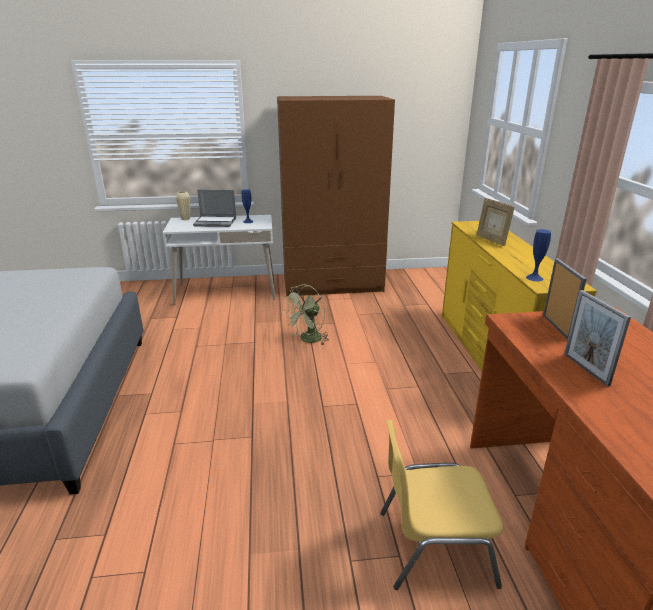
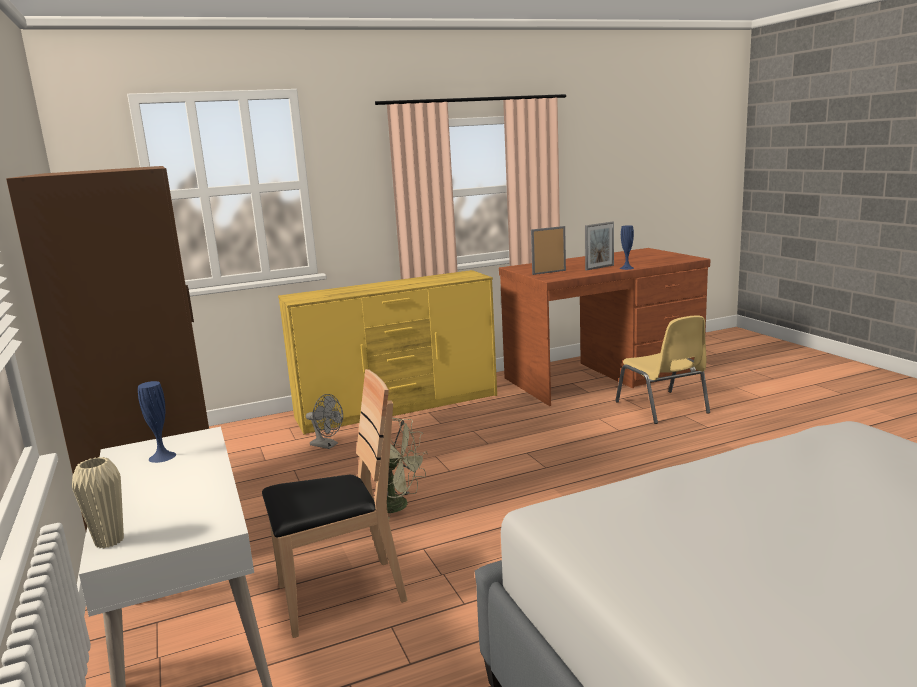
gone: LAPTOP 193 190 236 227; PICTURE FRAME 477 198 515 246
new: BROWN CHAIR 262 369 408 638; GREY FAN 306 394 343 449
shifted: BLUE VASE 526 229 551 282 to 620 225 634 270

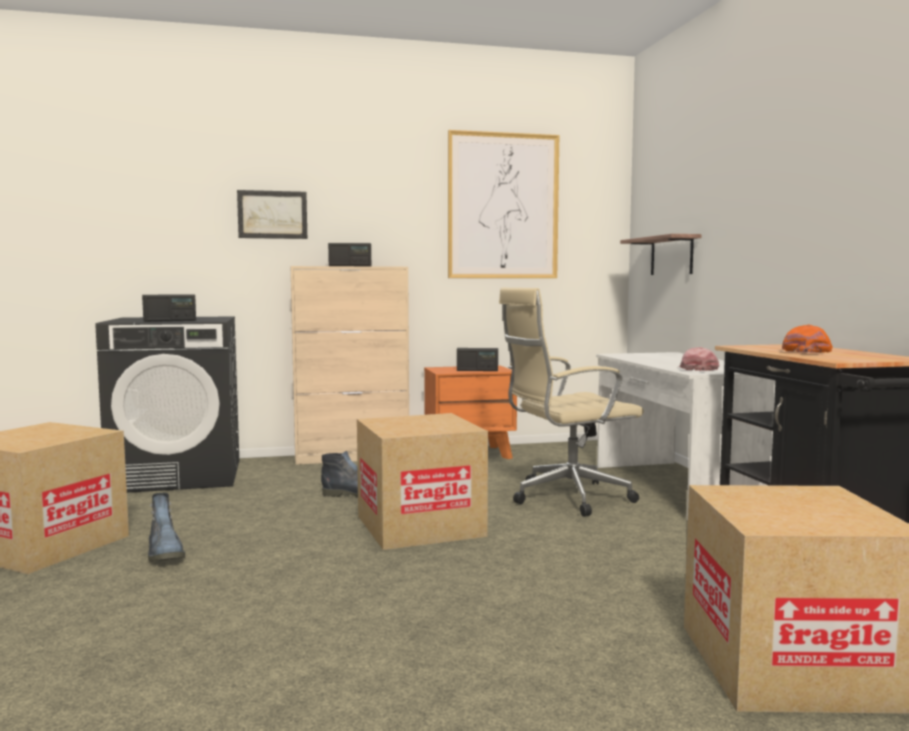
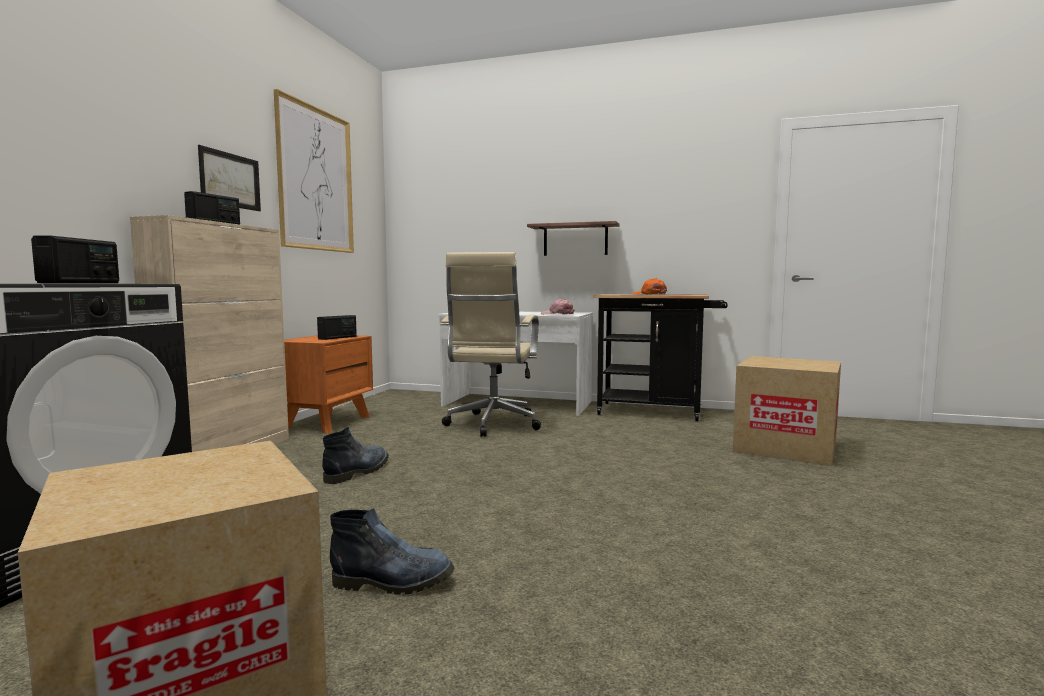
gone: CARDBOARD BOX 357 413 488 550
shifted: PICTURE 237 190 307 239 to 198 145 261 211; SHELF 620 234 702 275 to 527 221 619 256

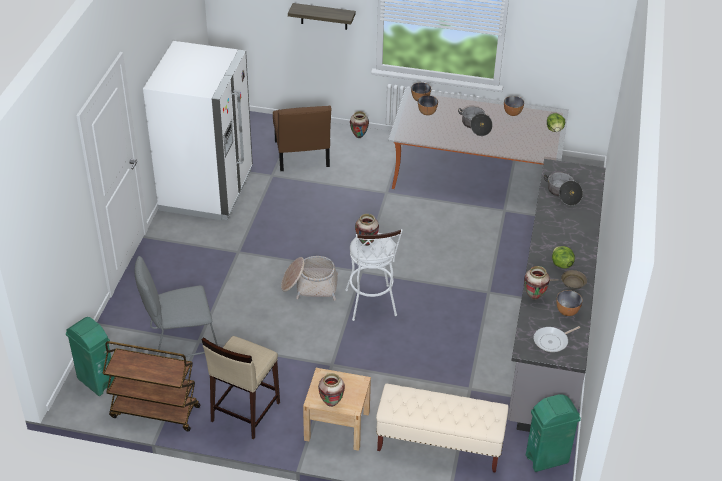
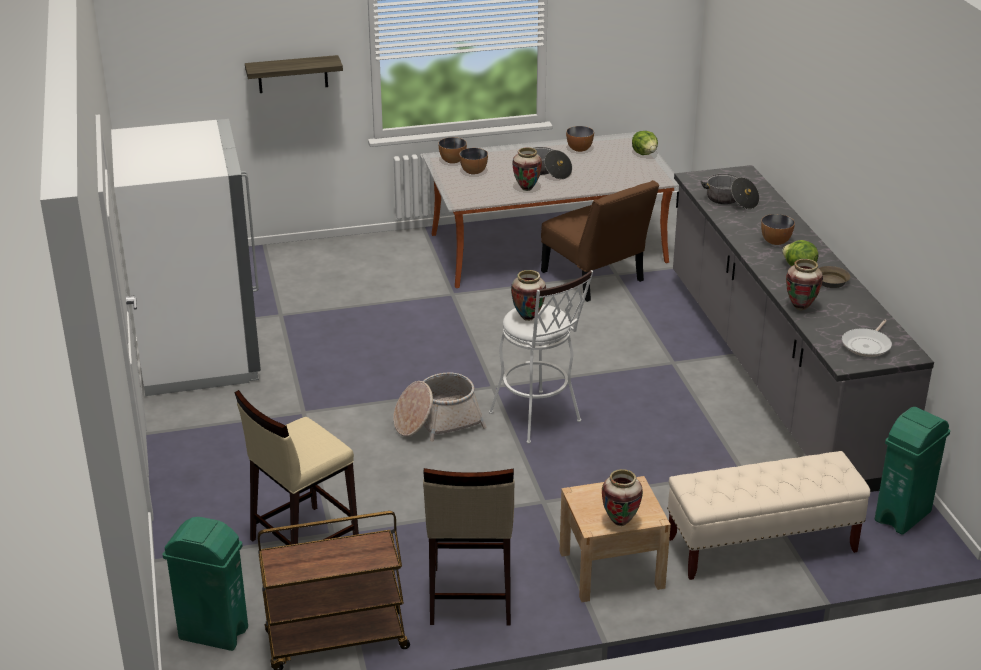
shifted: BROWN CHAIR 273 105 331 171 to 541 180 659 302; VASE 350 111 369 138 to 512 147 542 191; BOWL 557 290 583 316 to 761 214 795 245
swapped: GREY CHAIR 134 256 218 359 to BEIGE STOOL 234 390 359 545

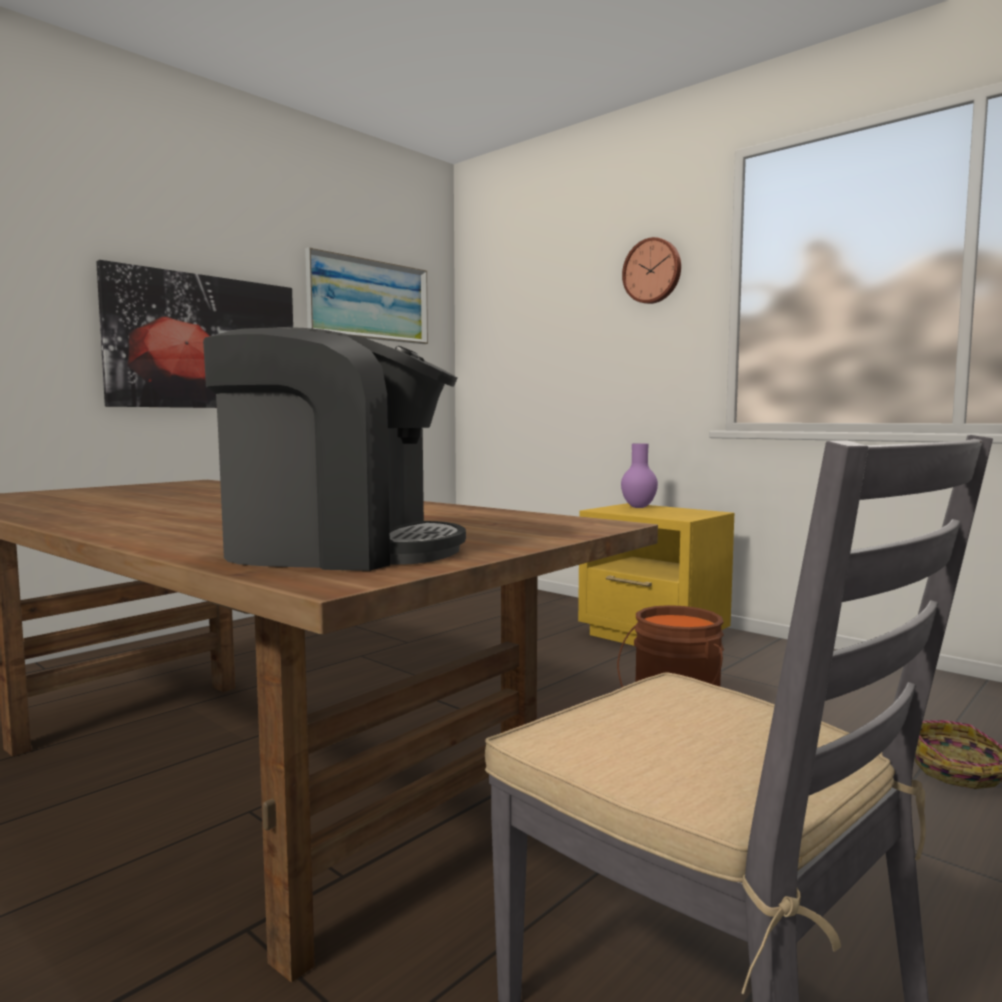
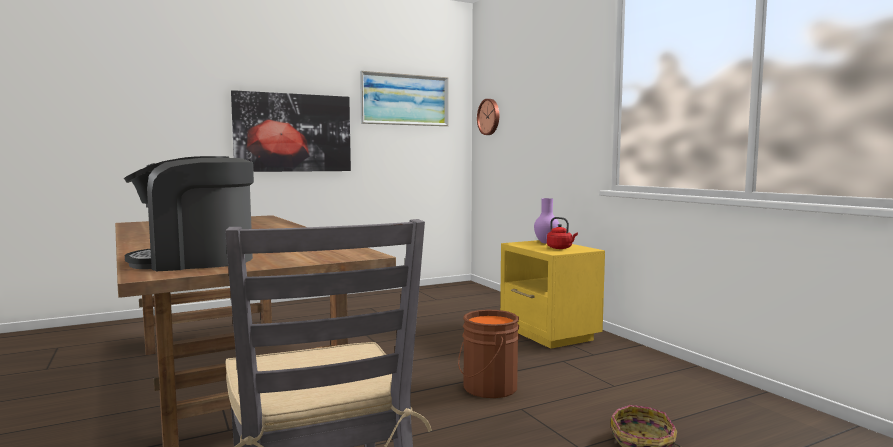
new: RED KETTLE 547 217 578 249
shifted: WALL CLOCK 622 237 681 304 to 477 99 499 135
rotated: COFFEE MACHINE 203 327 466 571 = 124 156 254 272 135 degrees clockwise

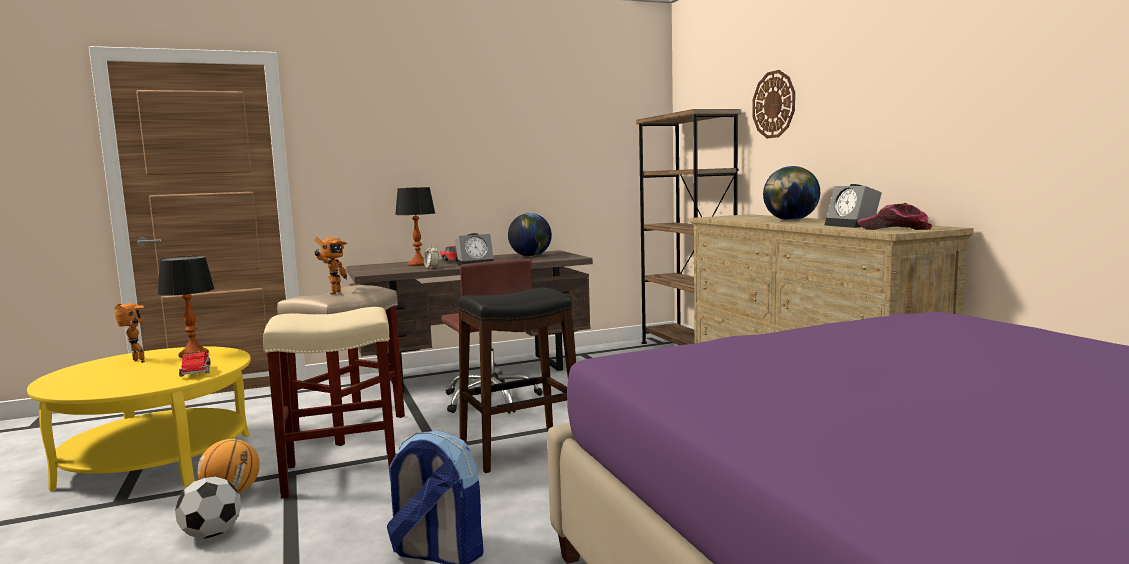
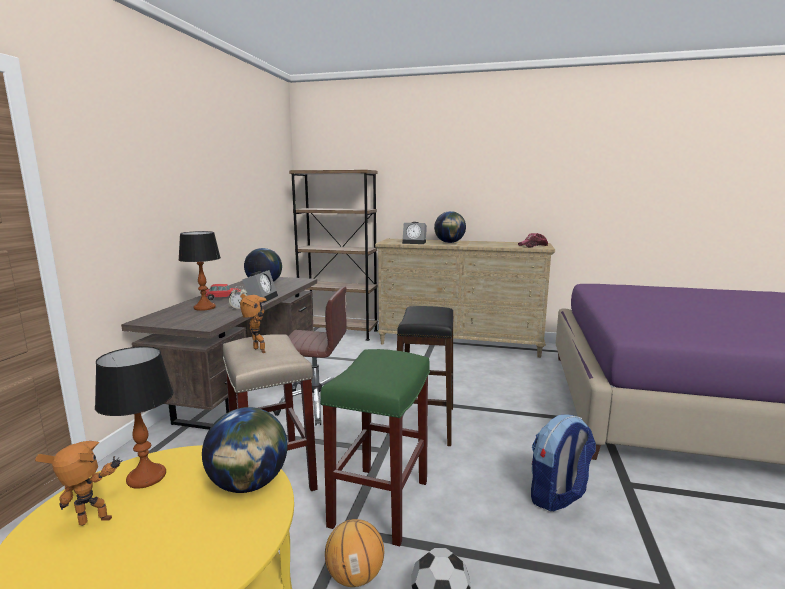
gone: WALL CLOCK 752 70 795 138
shifted: ALARM CLOCK 825 184 882 228 to 402 222 427 244
swapped: TOY TRUCK 179 350 211 377 to GLOBE 202 407 287 493
repainted: BEIGE STOOL 263 307 396 498 to GREEN STOOL 320 349 430 546

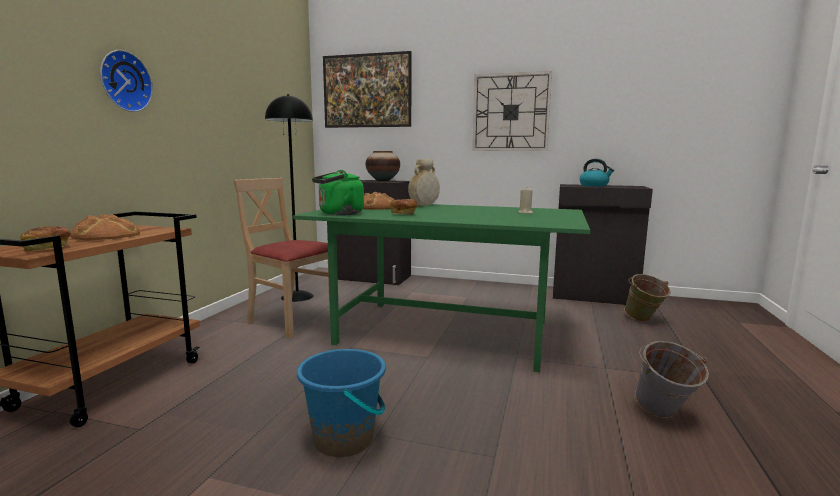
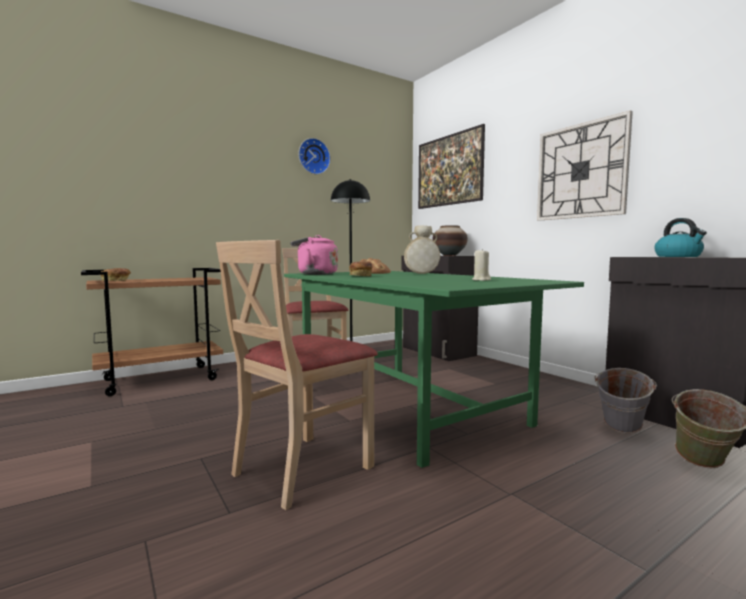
gone: BREAD 70 214 140 240; BLUE BUCKET 297 349 386 457
new: BEIGE CHAIR 216 240 378 510
shifted: WALL CLOCK 100 50 153 112 to 298 138 331 174; GREY BUCKET 635 341 709 418 to 595 368 657 433
repainted: GREEN KETTLE 312 170 364 215 to PINK KETTLE 290 235 338 275

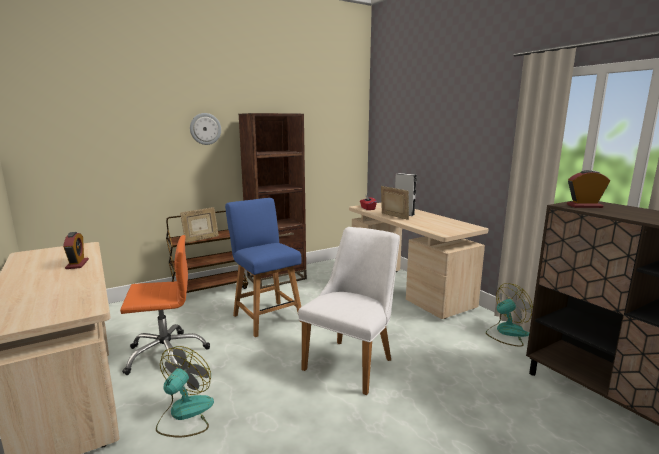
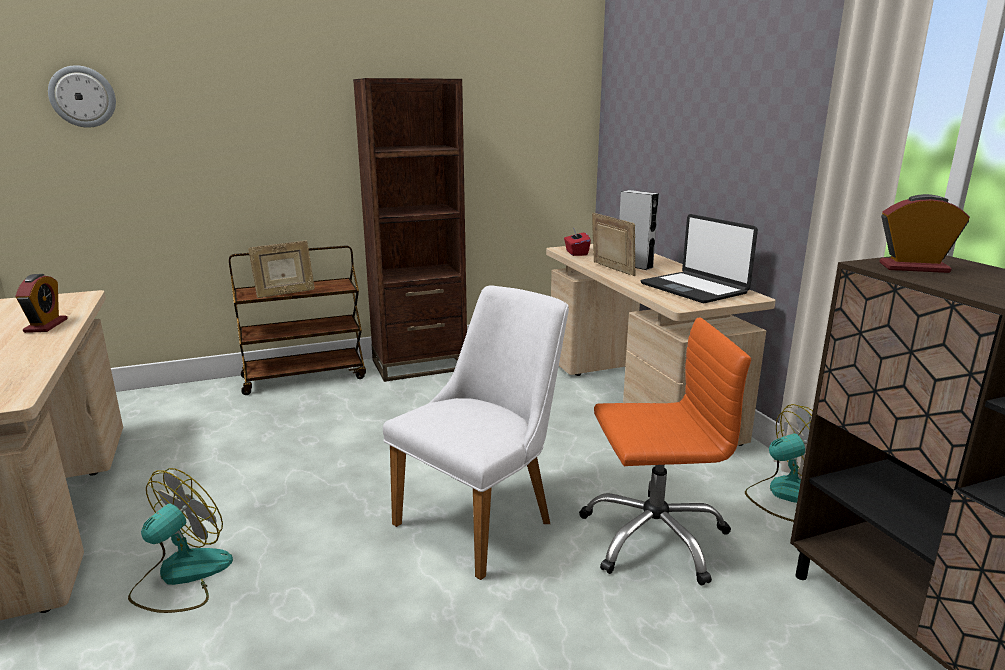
gone: BLUE CHAIR 225 198 302 337
new: LAPTOP 640 214 758 304
shifted: WALL CLOCK 190 113 221 145 to 48 65 116 128; ORANGE OFFICE CHAIR 120 235 210 375 to 579 318 751 585

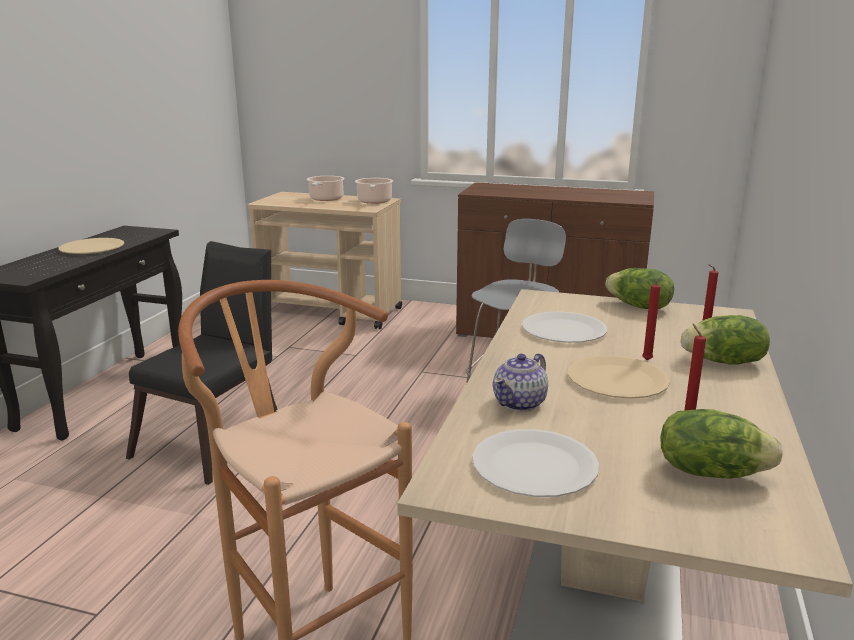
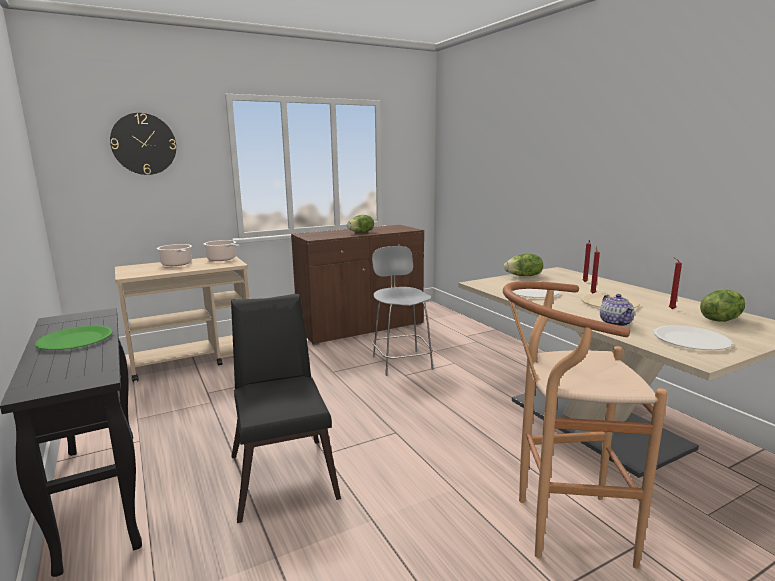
new: WALL CLOCK 110 113 176 175
shifted: LETTUCE 681 315 770 365 to 347 215 374 233
repainted: BEIGE PLATE 59 238 124 254 to GREEN PLATE 35 326 113 350

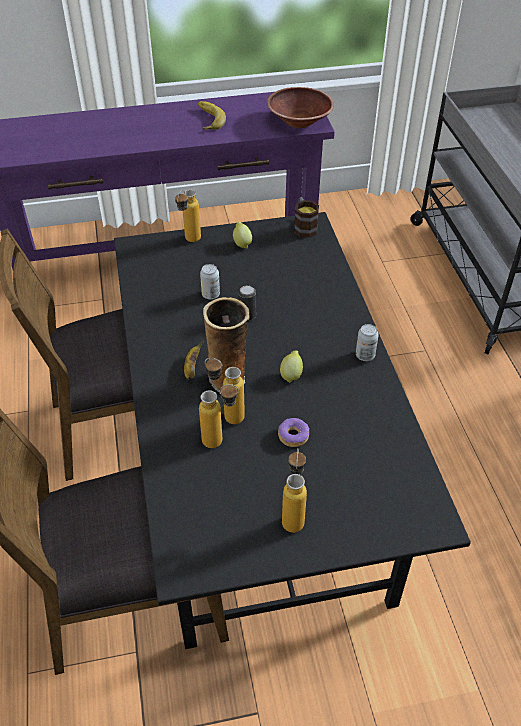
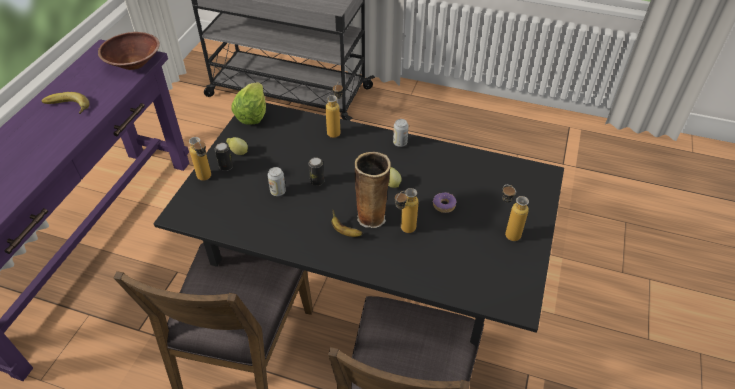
new: CAN 215 143 233 171
shifted: BOTTLE 199 384 239 448 to 325 82 343 138
swapped: MUG 294 197 319 238 to LETTUCE 231 82 266 125

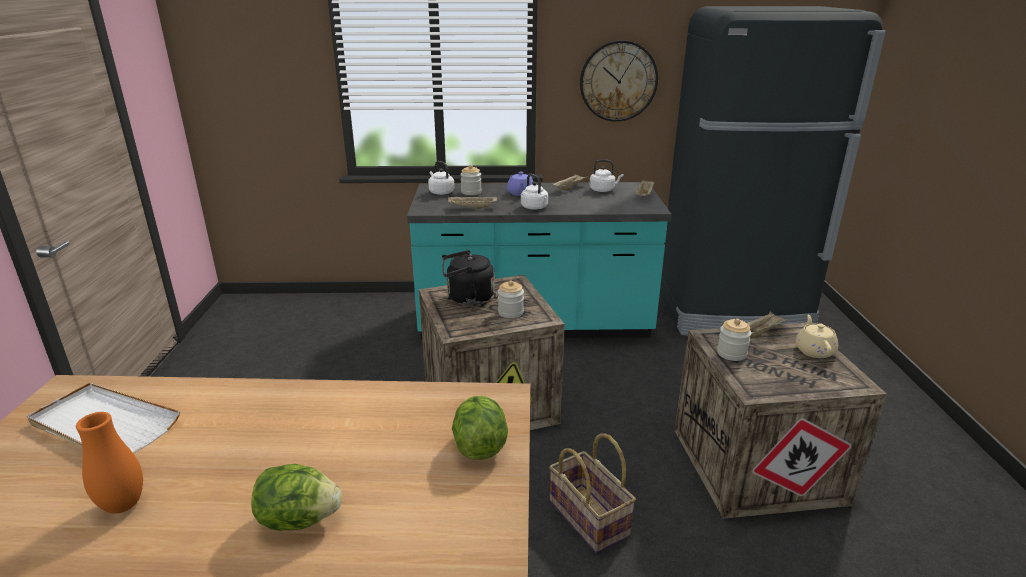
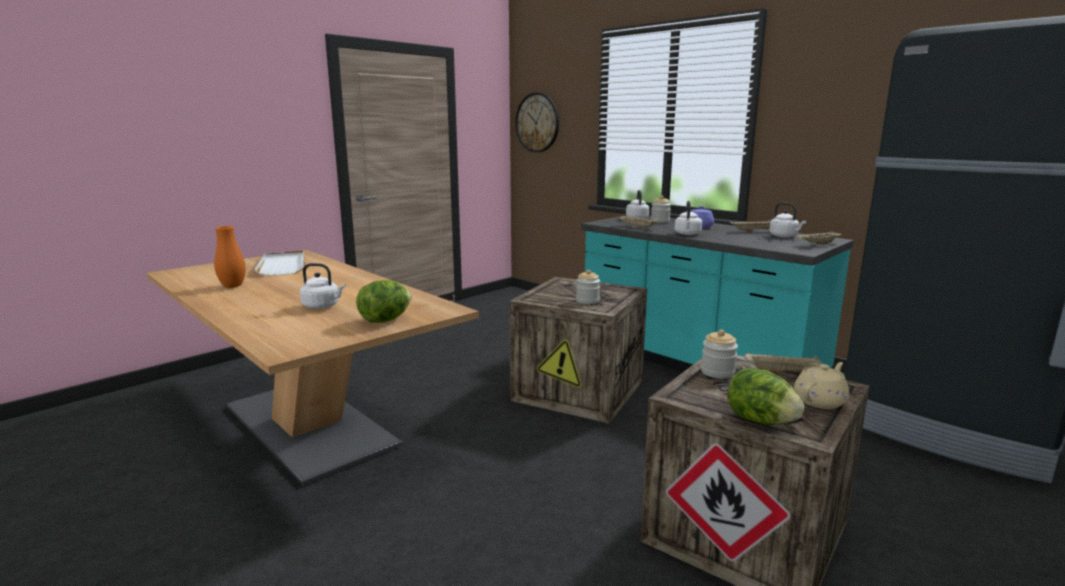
gone: BLACK KETTLE 443 250 495 305; BASKET 549 433 636 553
new: WHITE KETTLE 300 263 345 309
shifted: WALL CLOCK 580 40 658 122 to 515 93 559 152; LETTUCE 251 464 342 531 to 728 368 804 425

